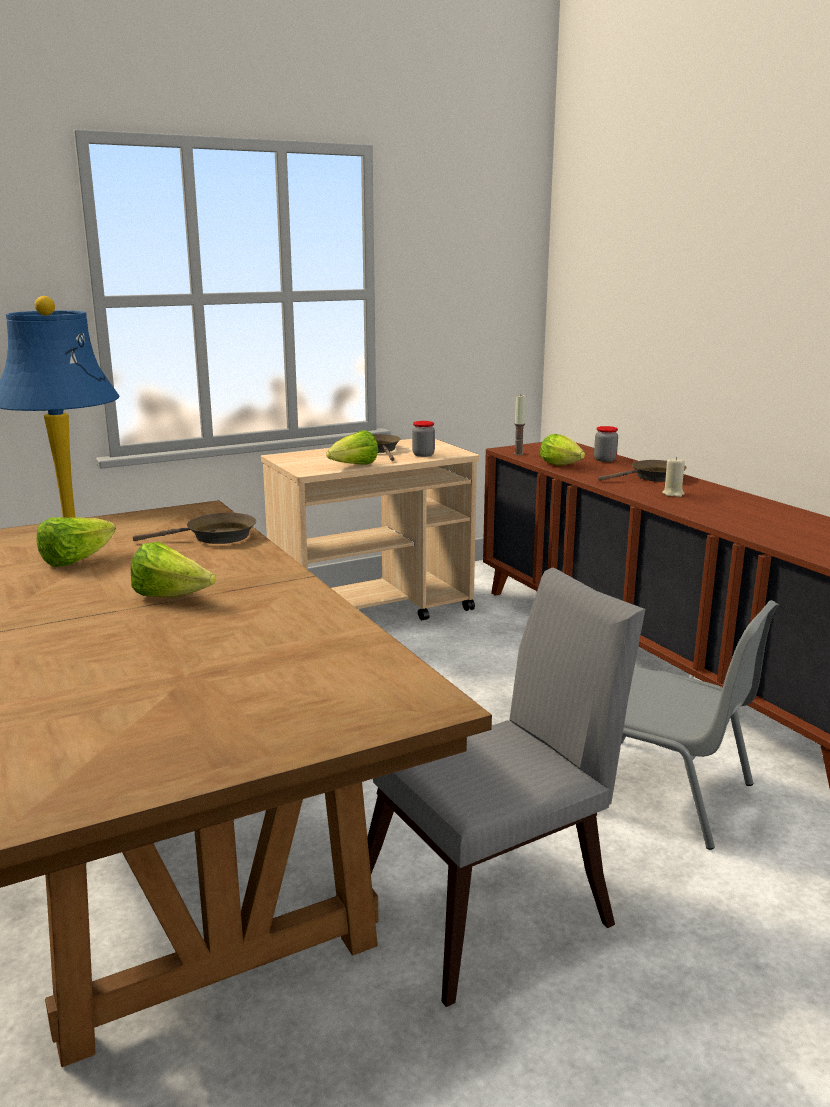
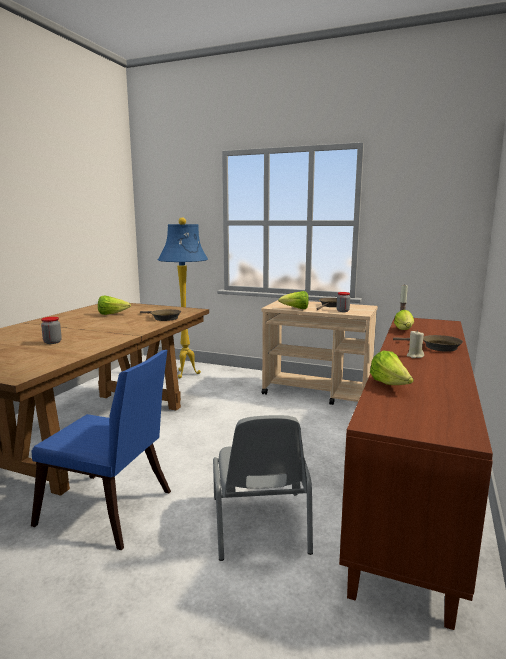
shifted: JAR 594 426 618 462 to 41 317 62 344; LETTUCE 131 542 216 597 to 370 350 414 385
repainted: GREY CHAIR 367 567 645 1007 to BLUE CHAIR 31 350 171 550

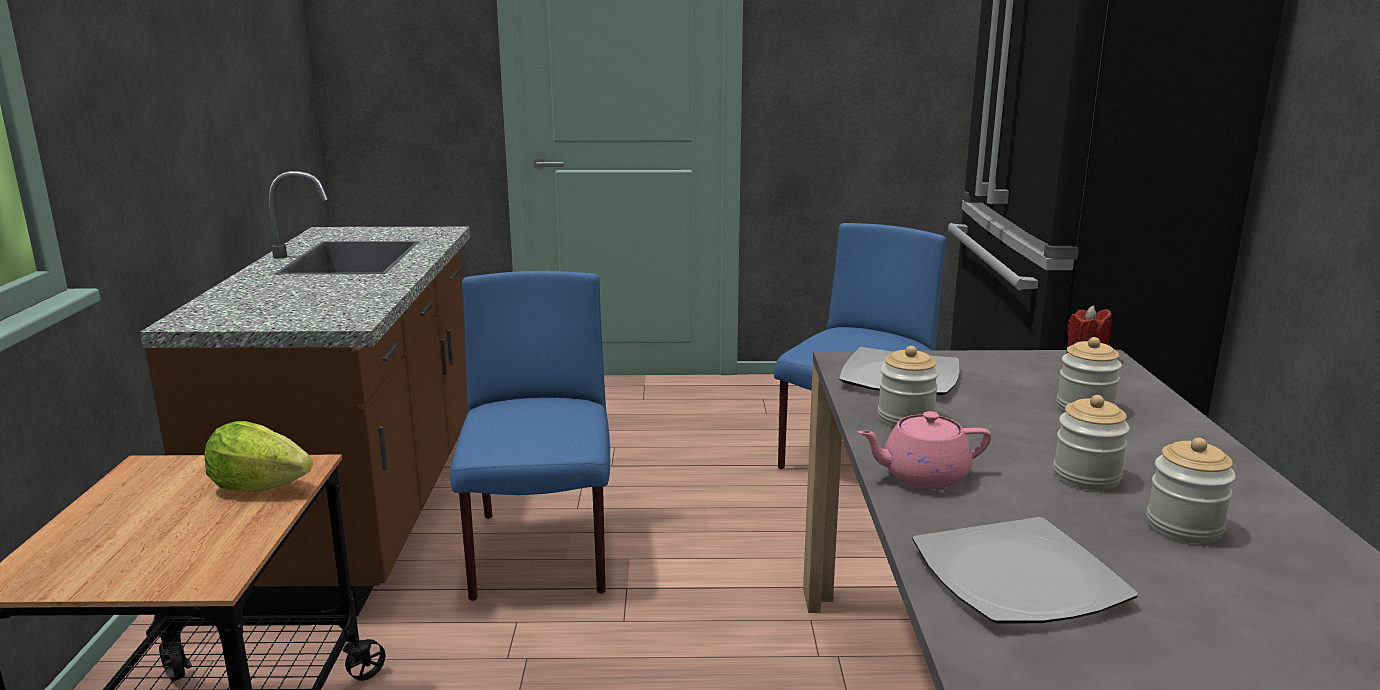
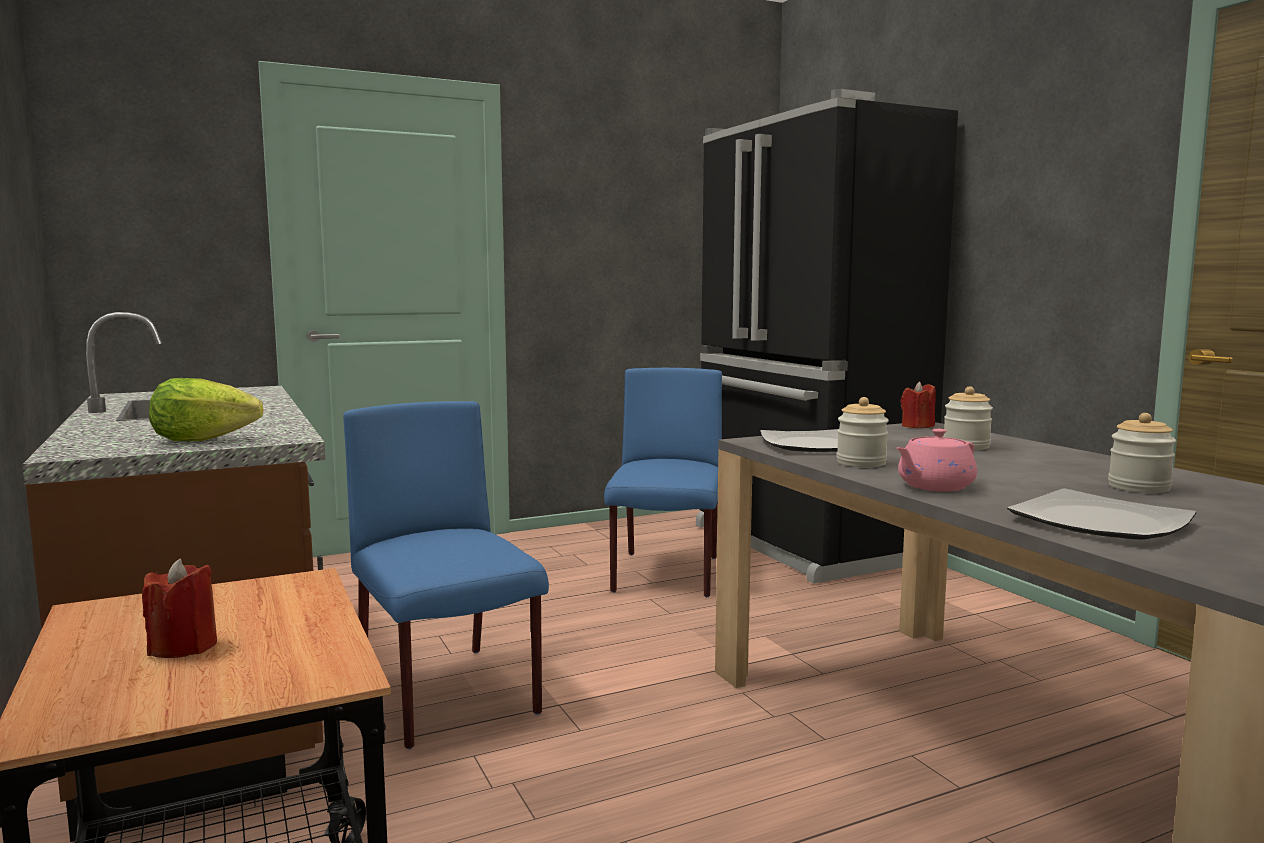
gone: JAR 1053 395 1130 490
new: RED CANDLE 142 558 217 658
shifted: LETTUCE 204 421 313 492 to 149 378 263 441

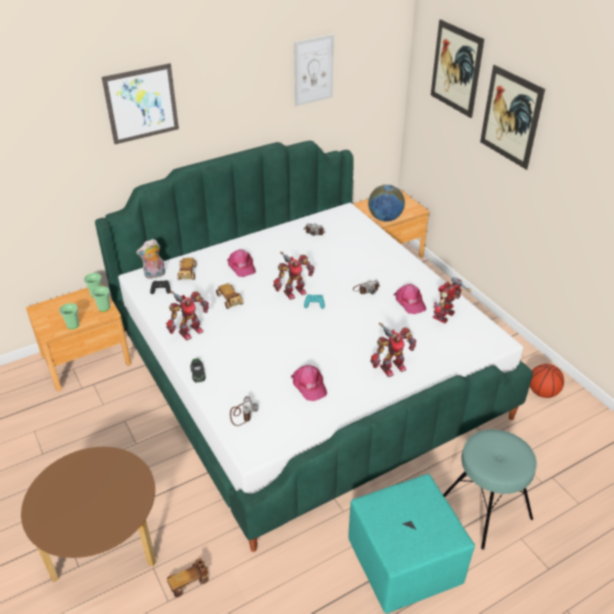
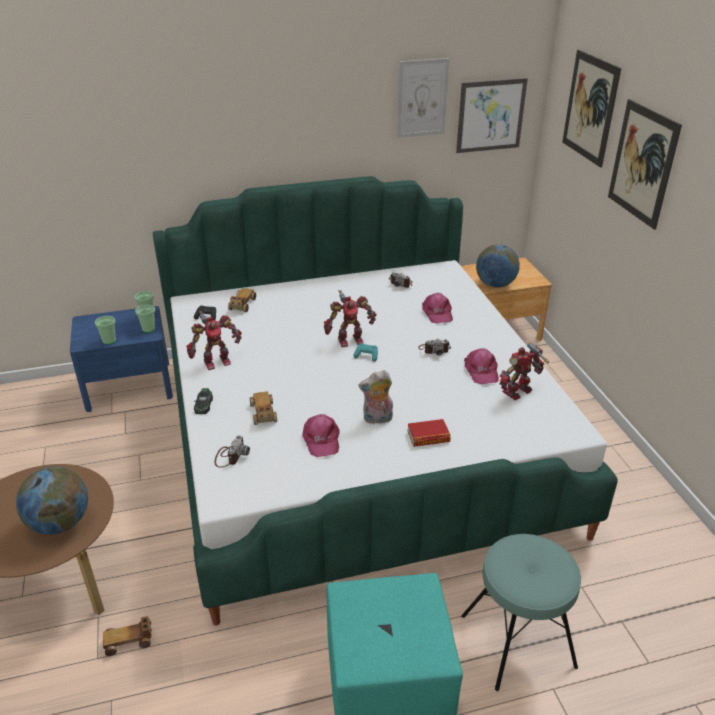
gone: BASKETBALL 530 364 564 398
new: GLOBE 16 466 88 534
shifted: PICTURE 102 63 179 144 to 456 78 528 153; PLUSH TOY 136 239 165 279 to 358 370 393 424; PINK CAP 227 249 256 277 to 422 293 453 324; TOY CAR 216 283 243 309 to 250 392 277 425
swapped: TOY ROBOT 370 323 416 377 to BOOK 408 419 451 447
repainted: BROWN NIGHTSTAND 26 284 131 391 to BLUE NIGHTSTAND 70 306 173 412

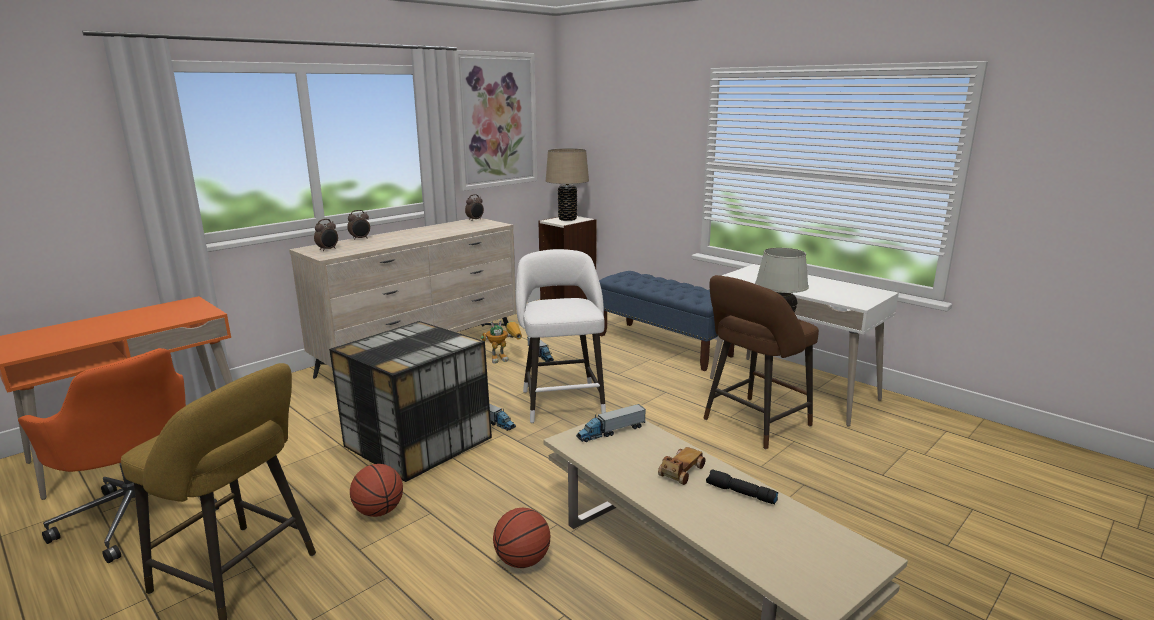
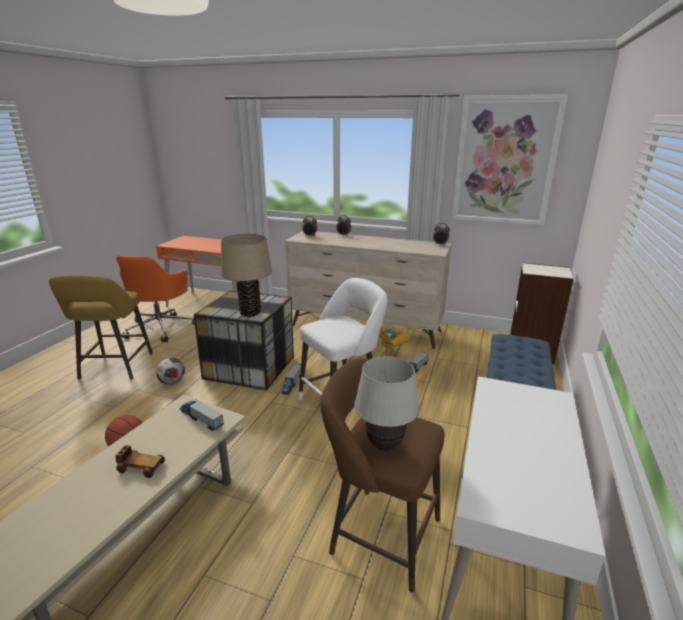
gone: BLACK FLASHLIGHT 706 469 779 504
shifted: BEIGE TABLE LAMP 546 148 589 221 to 221 233 272 317
swapped: BASKETBALL 350 464 403 517 to FOOTBALL 156 358 185 385

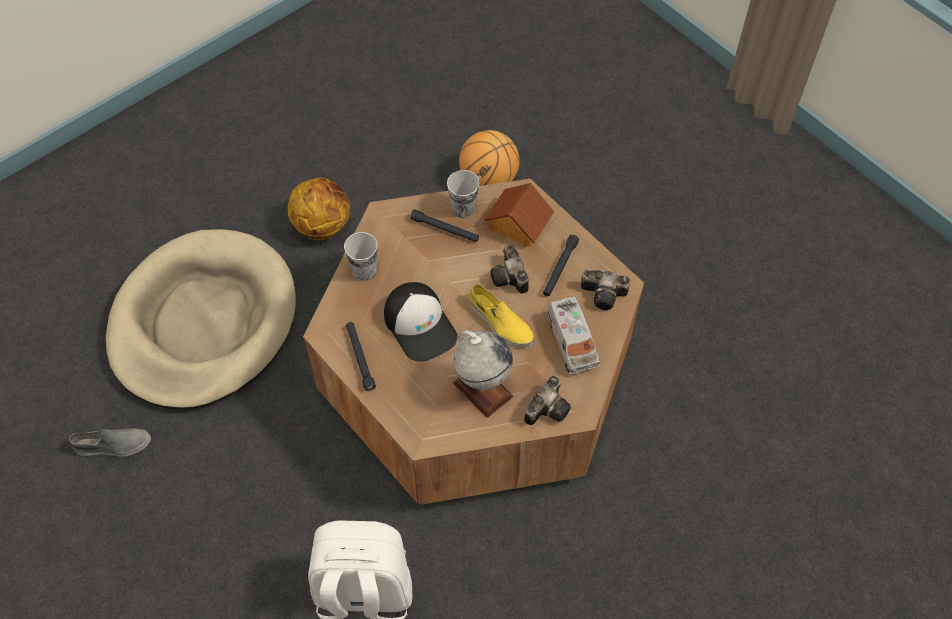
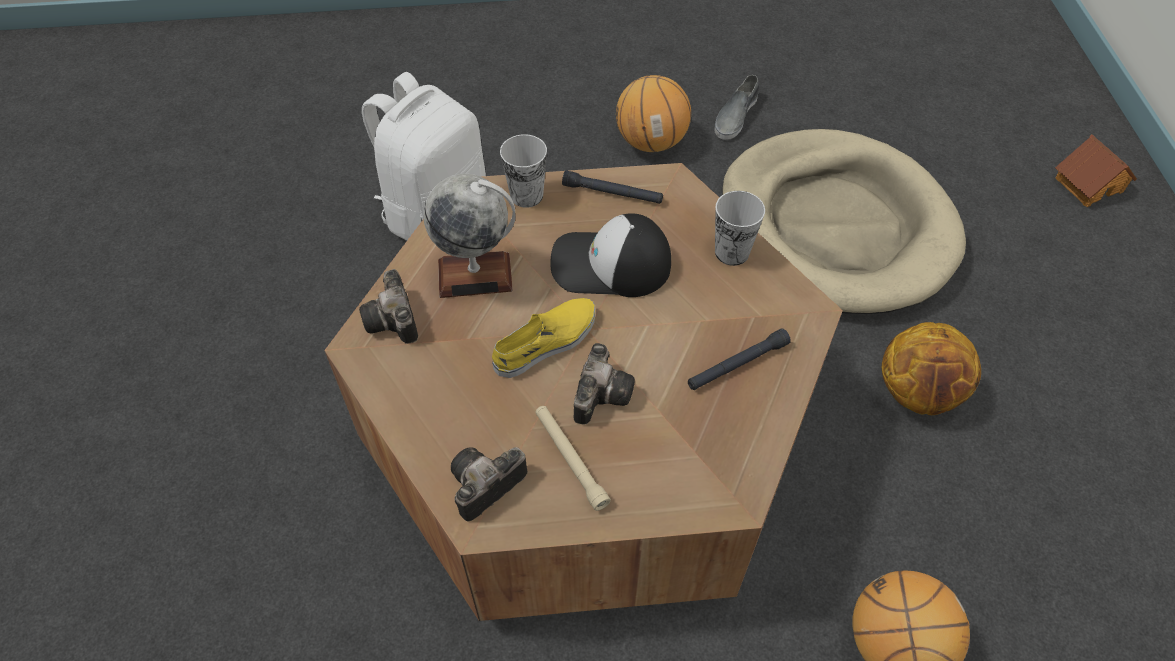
gone: TOY TRUCK 546 296 600 375
new: BASKETBALL 616 75 691 152
shifted: CUP 447 170 479 218 to 500 134 547 208; TOY HOUSE 484 183 554 248 to 1055 135 1137 207
repainted: BLACK FLASHLIGHT 543 235 579 296 to BEIGE FLASHLIGHT 535 406 611 511
rotated: PHOTO CAMERA 490 244 529 294 = 574 343 635 425 90 degrees clockwise; YELLOW SHOE 470 284 534 348 = 492 298 595 378 150 degrees clockwise

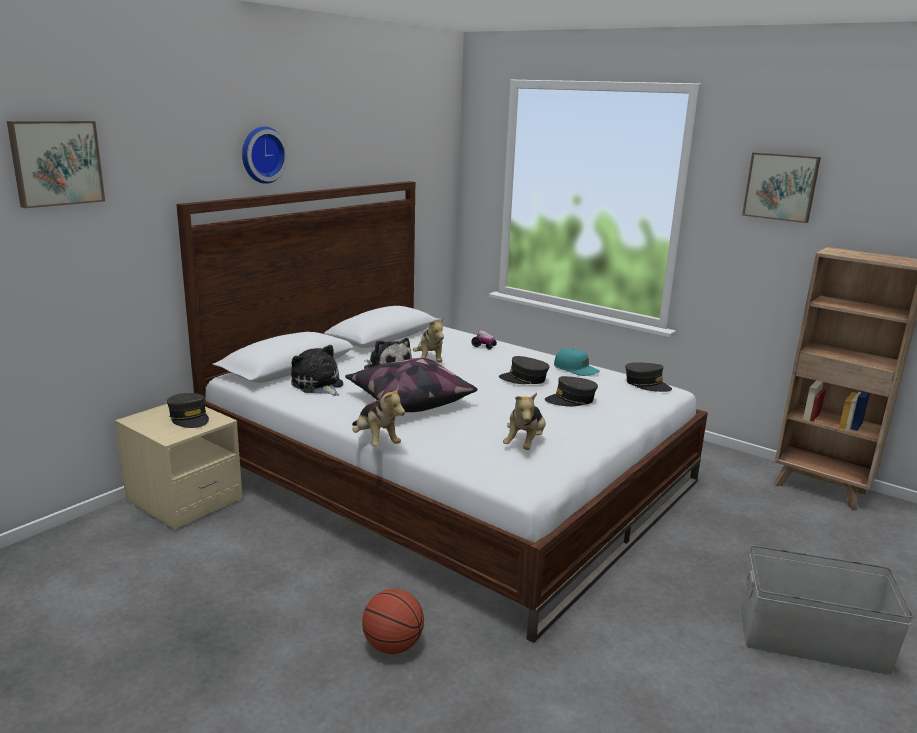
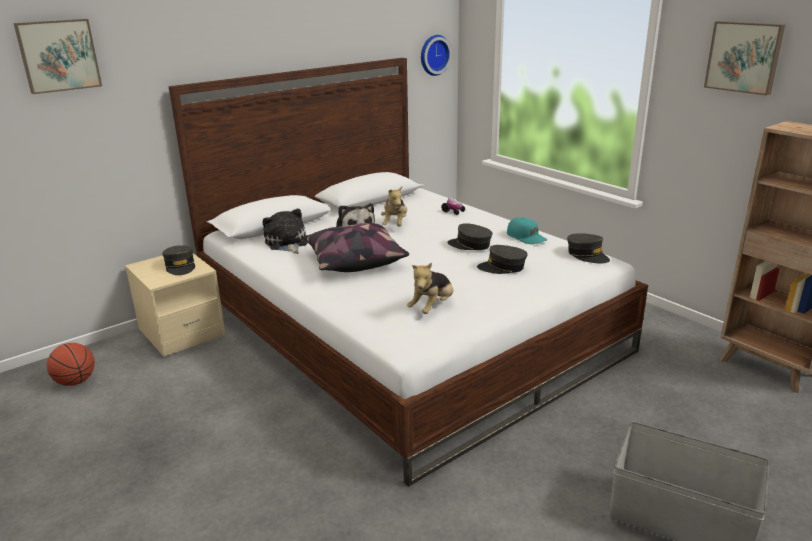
gone: PLUSH TOY 352 386 405 447
shifted: WALL CLOCK 242 126 288 184 to 421 35 452 76; BASKETBALL 362 589 424 654 to 47 343 95 386

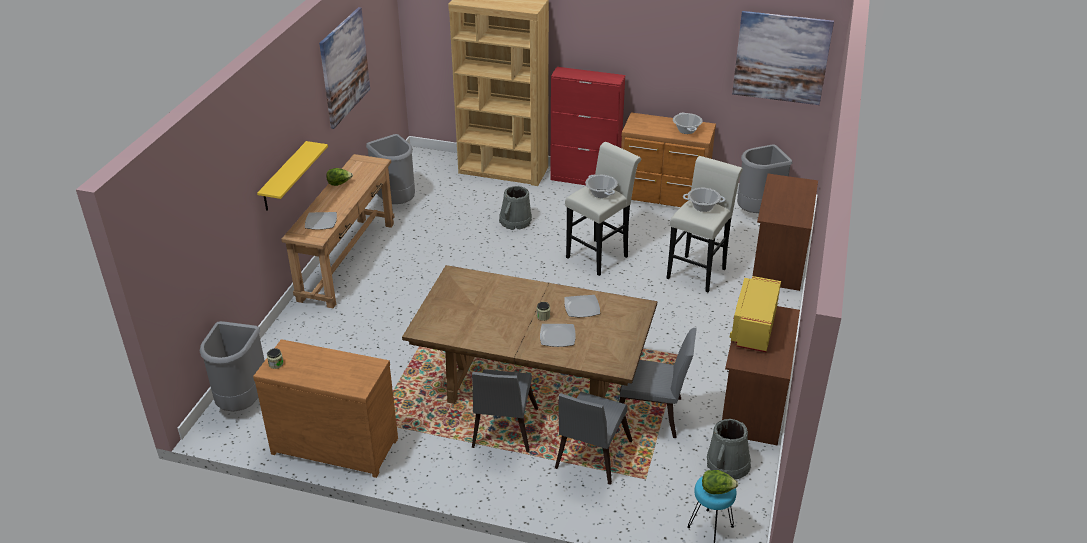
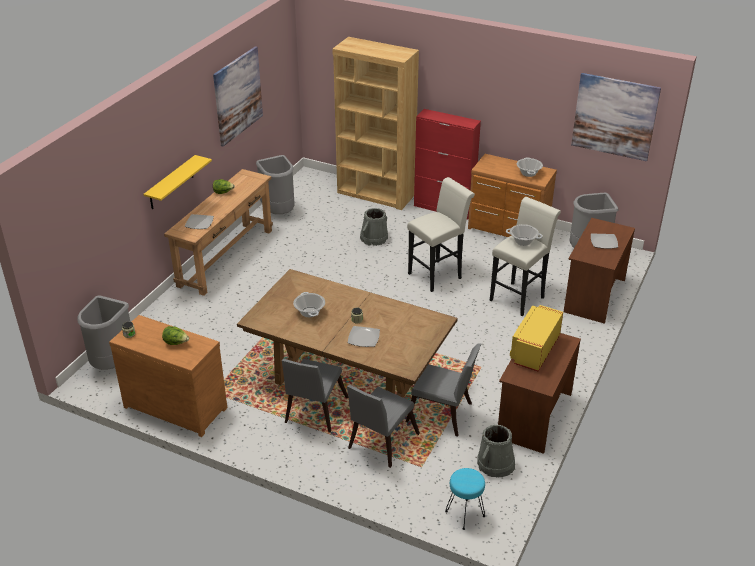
shifted: COOKING POT 585 175 618 198 to 293 292 325 317; PLATE 564 295 600 317 to 591 233 618 249; LETTUCE 702 470 738 494 to 162 326 189 345

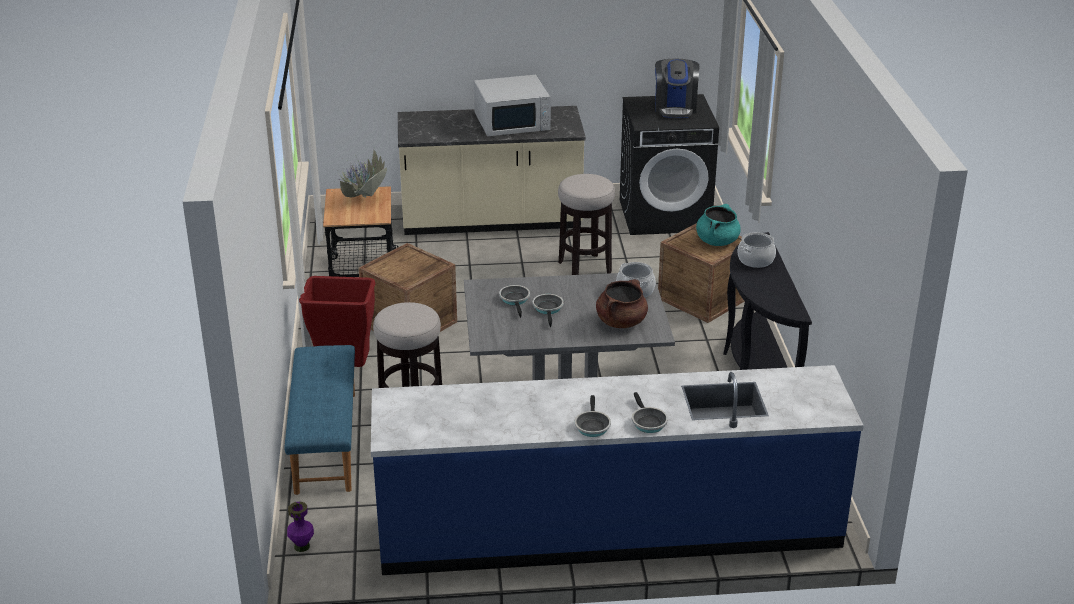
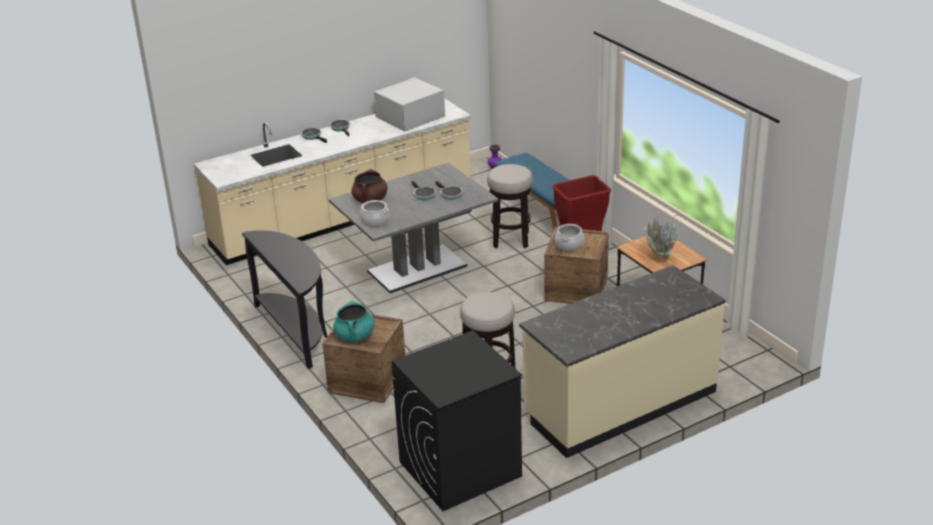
gone: COFFEE MACHINE 655 58 700 118
shifted: WHITE MICROWAVE 474 75 551 136 to 374 77 445 131; COOKING POT 737 232 776 268 to 555 224 584 251
repainted: BLUE COUNTER 371 365 864 575 to BEIGE COUNTER 194 98 471 265

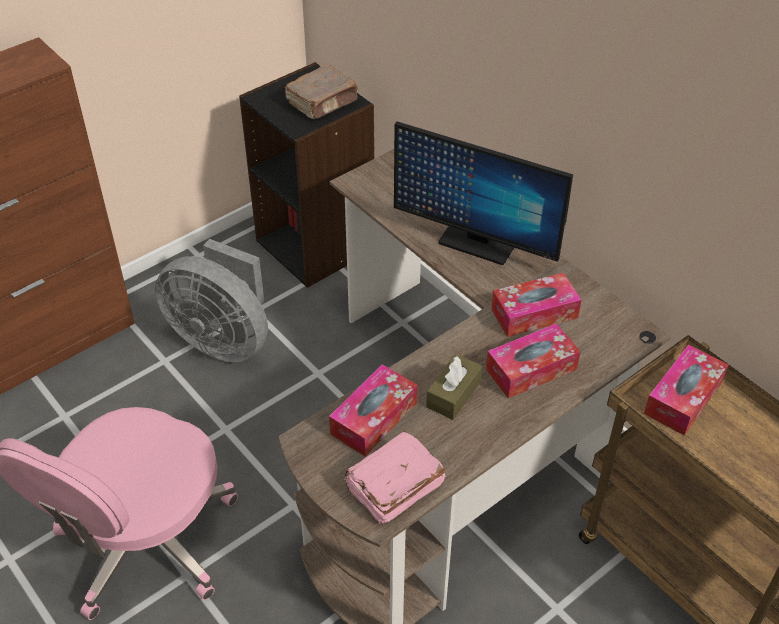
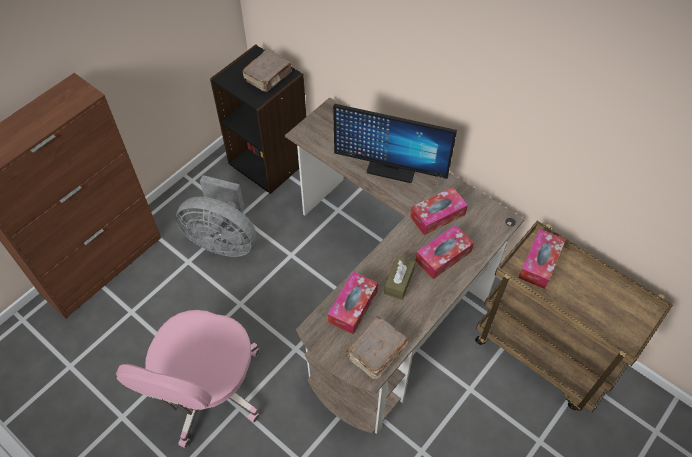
repainted: PINK BOOK 344 430 446 524 to BROWN BOOK 346 316 408 379

